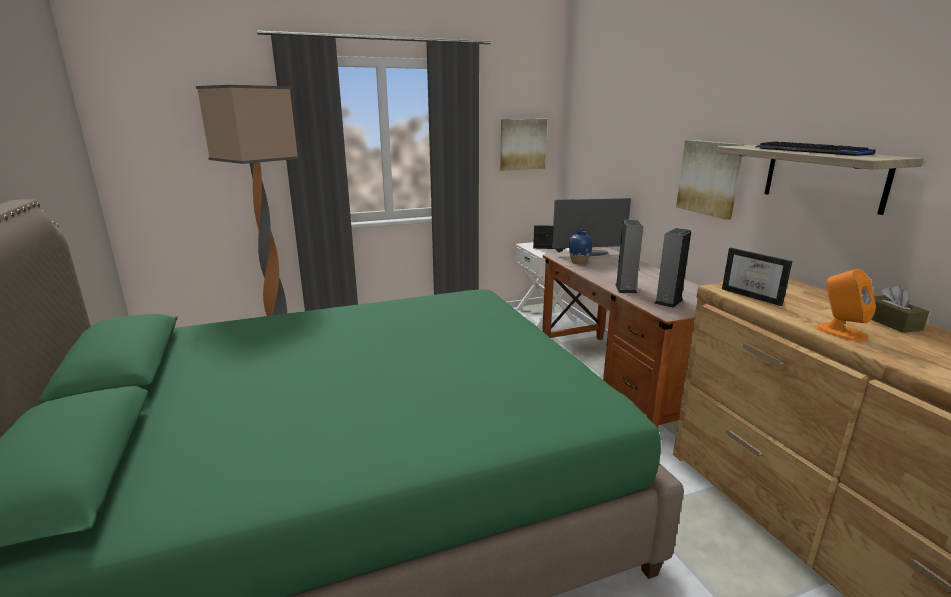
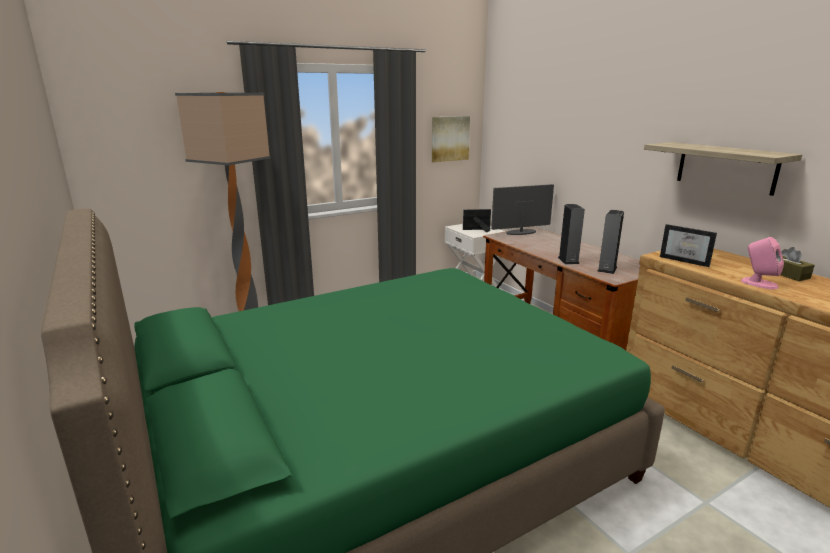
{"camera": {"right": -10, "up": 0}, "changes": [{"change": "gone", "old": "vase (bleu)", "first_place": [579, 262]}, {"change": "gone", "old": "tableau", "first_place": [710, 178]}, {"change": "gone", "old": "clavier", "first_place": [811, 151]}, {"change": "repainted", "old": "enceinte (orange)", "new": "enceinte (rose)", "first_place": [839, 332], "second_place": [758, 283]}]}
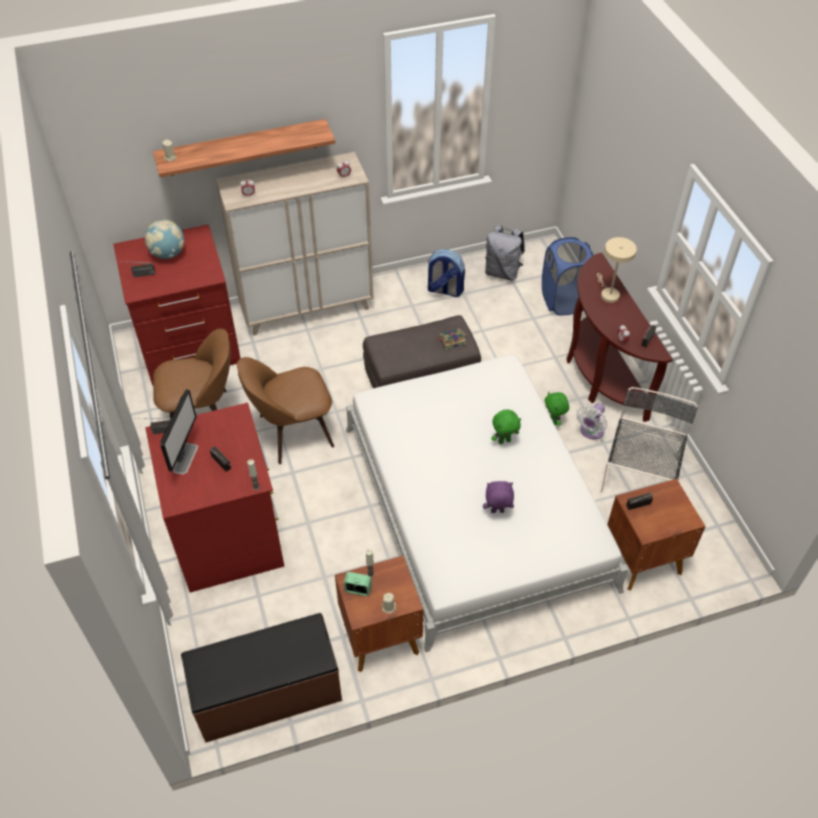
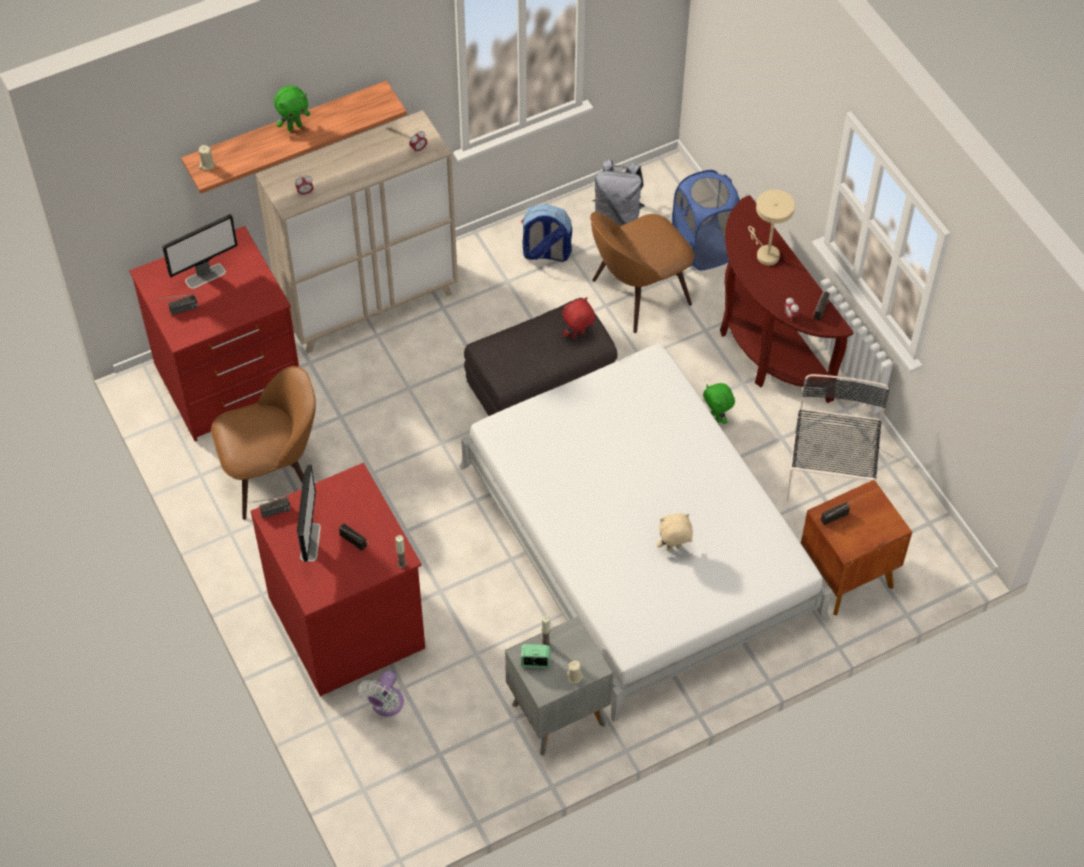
{"camera": {"right": -10, "up": 5}, "changes": [{"change": "gone", "old": "banc (marron)", "first_place": [268, 694]}, {"change": "shifted", "old": "chaise (marron)", "first_place": [292, 432], "second_place": [637, 294]}, {"change": "shifted", "old": "peluche (vert)", "first_place": [504, 440], "second_place": [294, 126]}, {"change": "shifted", "old": "ventilateur (blanc)", "first_place": [591, 432], "second_place": [385, 705]}, {"change": "swapped", "old": "globe", "new": "écran d'ordinateur", "first_place": [168, 254], "second_place": [206, 276]}, {"change": "swapped", "old": "livre", "new": "peluche (rouge)", "first_place": [451, 340], "second_place": [578, 335]}, {"change": "repainted", "old": "table de chevet (marron)", "new": "table de chevet (gris)", "first_place": [379, 637], "second_place": [557, 713]}, {"change": "repainted", "old": "peluche (violet)", "new": "peluche (beige)", "first_place": [497, 512], "second_place": [673, 548]}]}
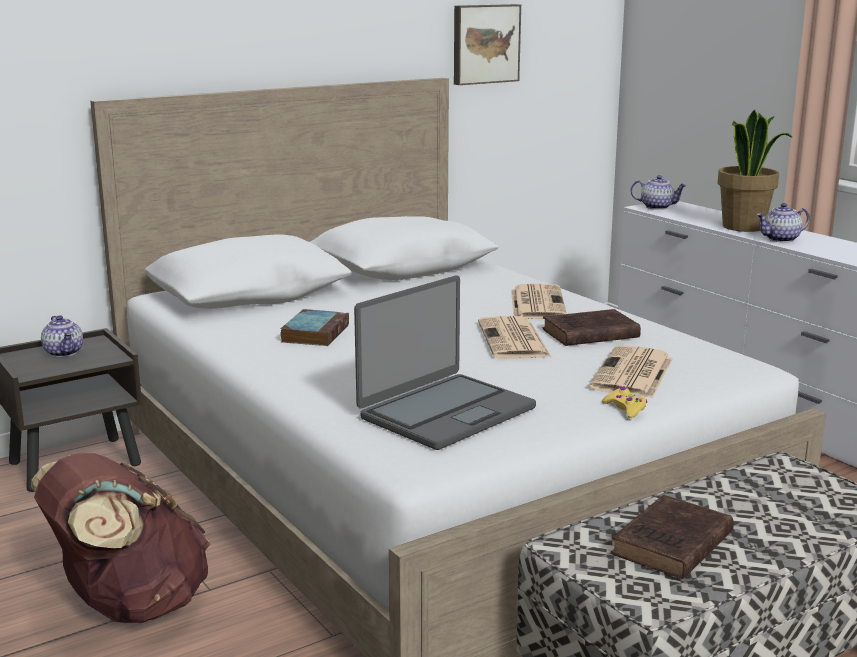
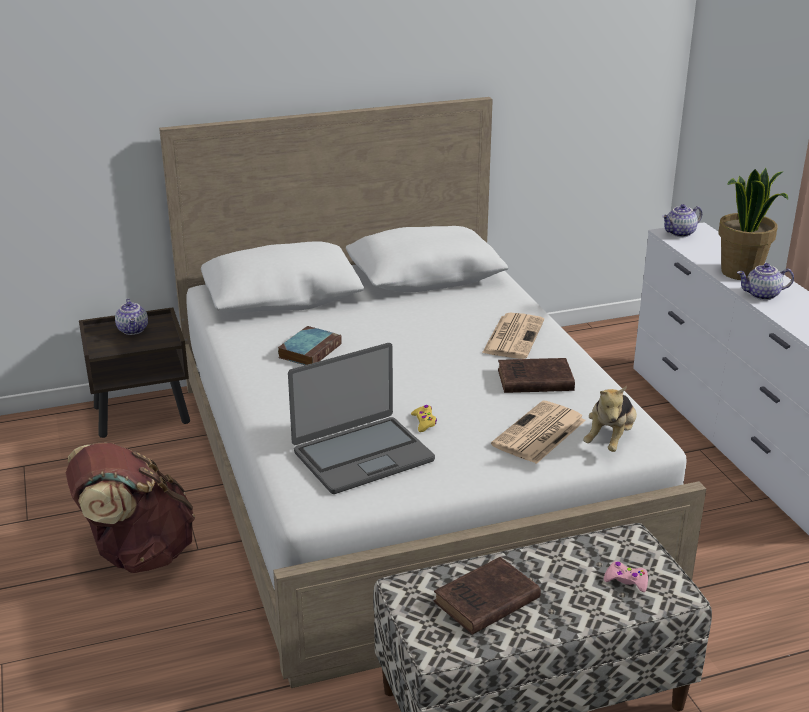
{"camera": {"right": 15, "up": 10}, "changes": [{"change": "gone", "old": "tableau", "first_place": [484, 44]}, {"change": "gone", "old": "journal", "first_place": [514, 340]}, {"change": "new", "new": "peluche", "second_place": [610, 439]}, {"change": "new", "new": "manette (rose)", "second_place": [626, 581]}, {"change": "shifted", "old": "manette (jaune)", "first_place": [625, 408], "second_place": [424, 422]}, {"change": "rotated", "old": "théière", "first_place": [657, 207], "second_place": [680, 233], "degrees": 120}]}
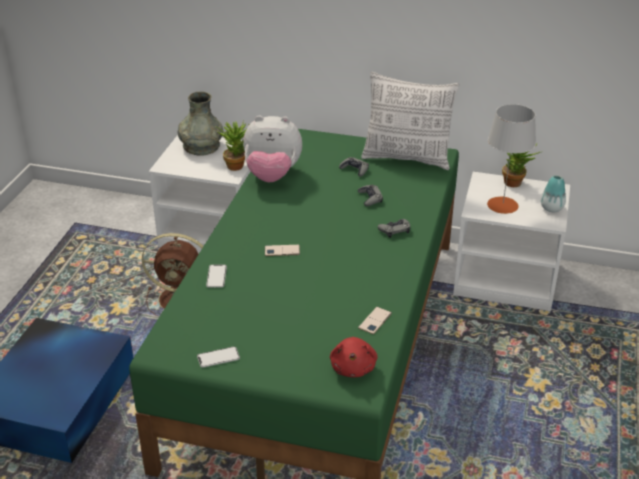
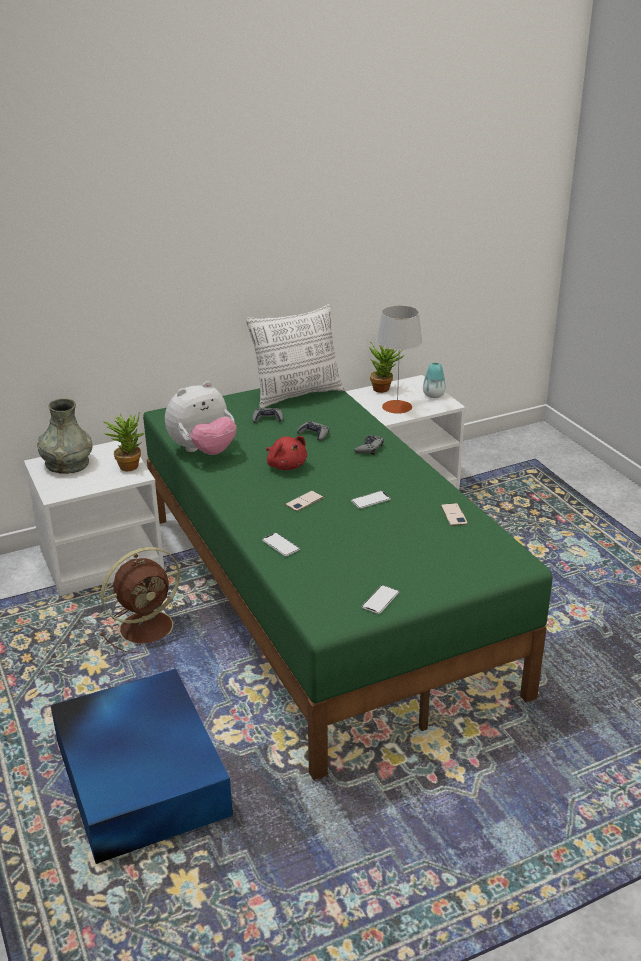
{"camera": {"right": -40, "up": -5}, "changes": [{"change": "new", "new": "téléphone", "second_place": [370, 500]}, {"change": "shifted", "old": "peluche (rouge)", "first_place": [353, 367], "second_place": [286, 465]}]}
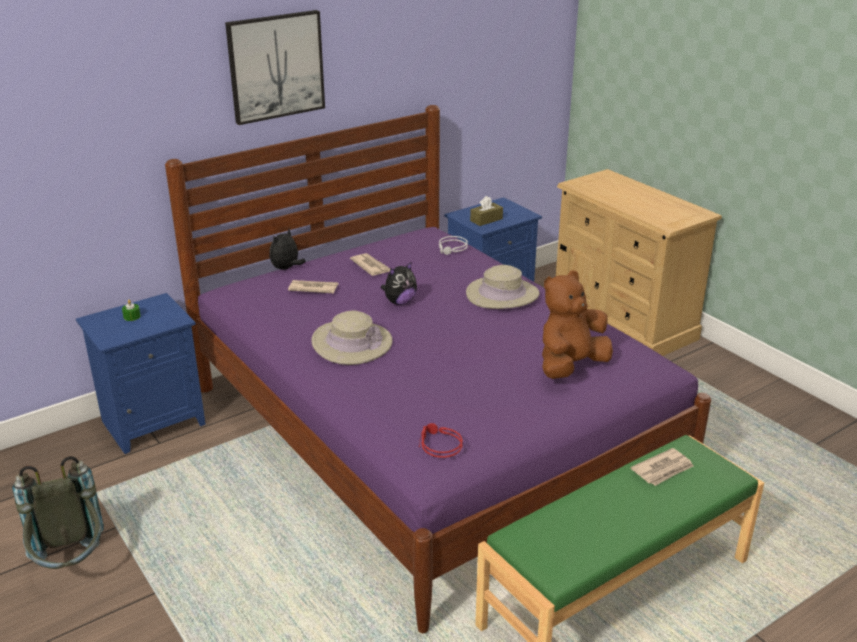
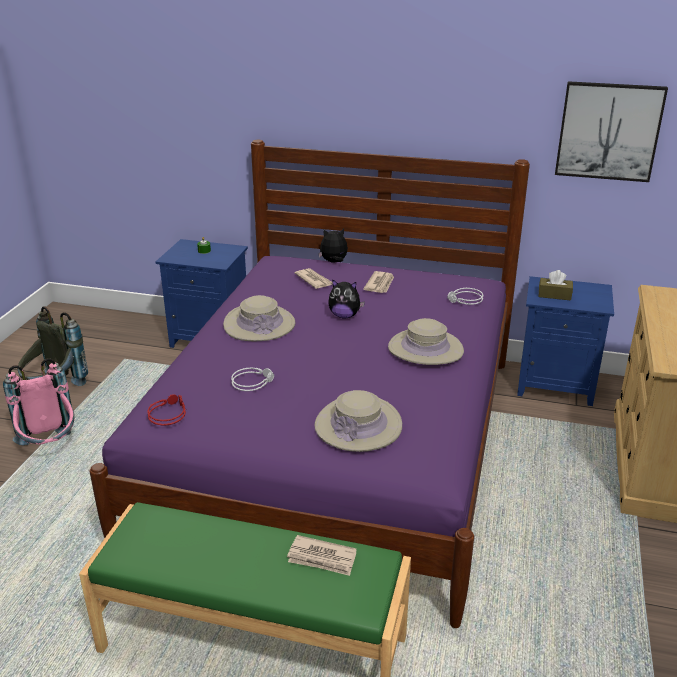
{"camera": {"right": 50, "up": 0}, "changes": [{"change": "new", "new": "sac à dos (rose)", "second_place": [50, 449]}, {"change": "new", "new": "casque audio (gris)", "second_place": [252, 382]}, {"change": "shifted", "old": "tableau", "first_place": [276, 66], "second_place": [608, 131]}, {"change": "swapped", "old": "peluche (marron)", "new": "chapeau (beige)", "first_place": [570, 366], "second_place": [358, 425]}]}
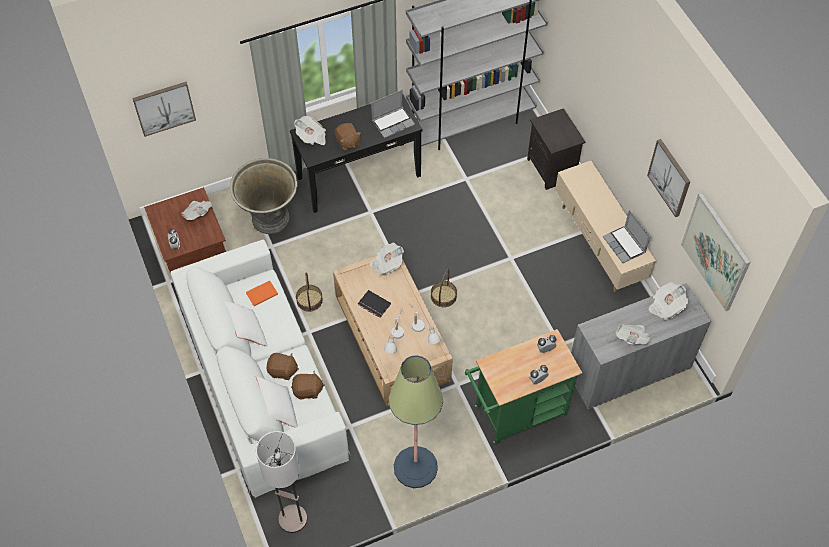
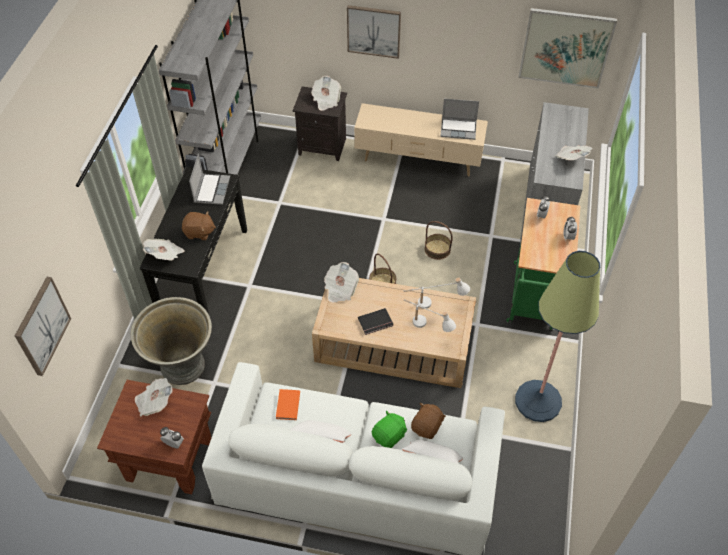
{"camera": {"right": -55, "up": -5}, "changes": [{"change": "gone", "old": "lampadaire", "first_place": [292, 519]}, {"change": "shifted", "old": "panier", "first_place": [309, 300], "second_place": [437, 249]}, {"change": "shifted", "old": "tableau", "first_place": [669, 177], "second_place": [374, 31]}, {"change": "shifted", "old": "journal", "first_place": [666, 306], "second_place": [326, 100]}, {"change": "repainted", "old": "peluche (marron)", "new": "peluche (vert)", "first_place": [282, 371], "second_place": [389, 436]}]}
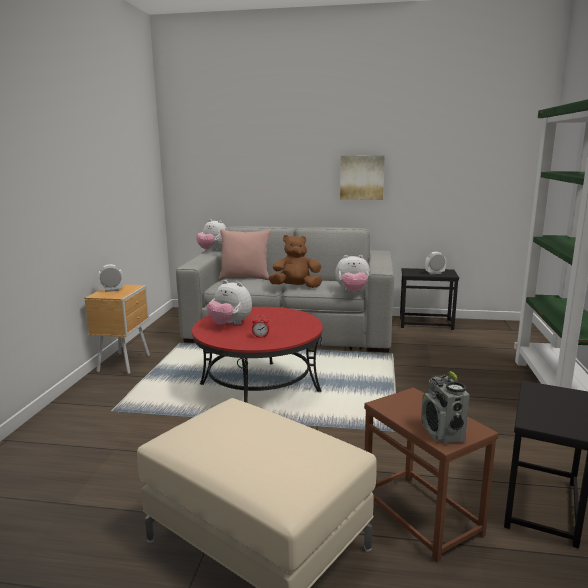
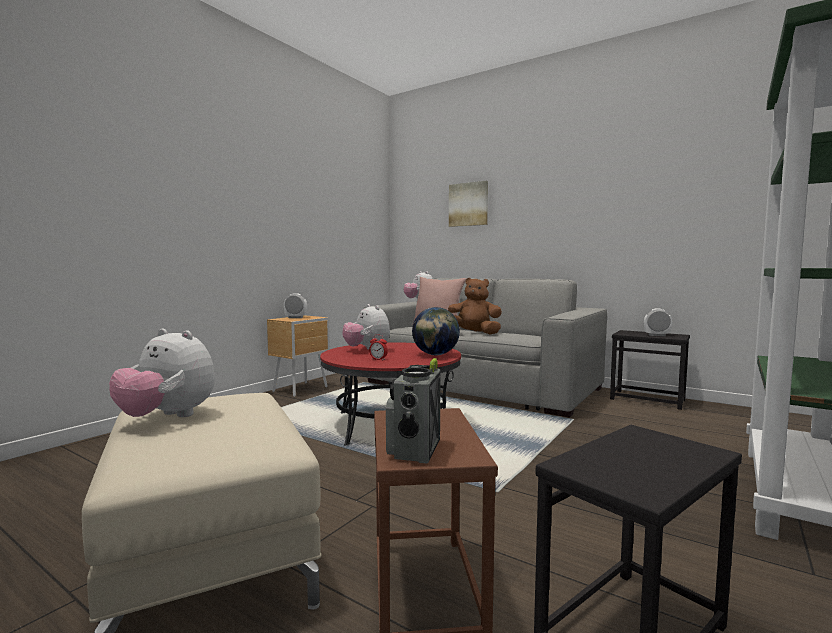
{"camera": {"right": 25, "up": -10}, "changes": [{"change": "new", "new": "globe", "second_place": [435, 355]}, {"change": "shifted", "old": "peluche", "first_place": [352, 291], "second_place": [167, 417]}, {"change": "shifted", "old": "tableau", "first_place": [362, 177], "second_place": [468, 204]}]}
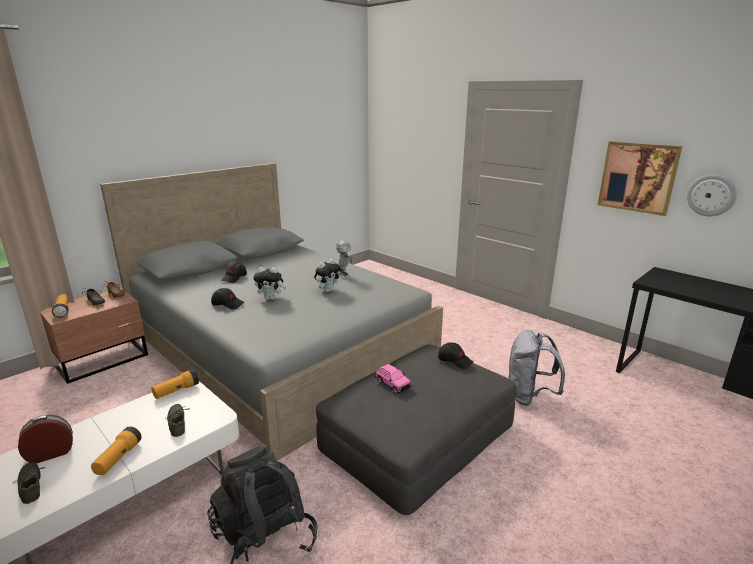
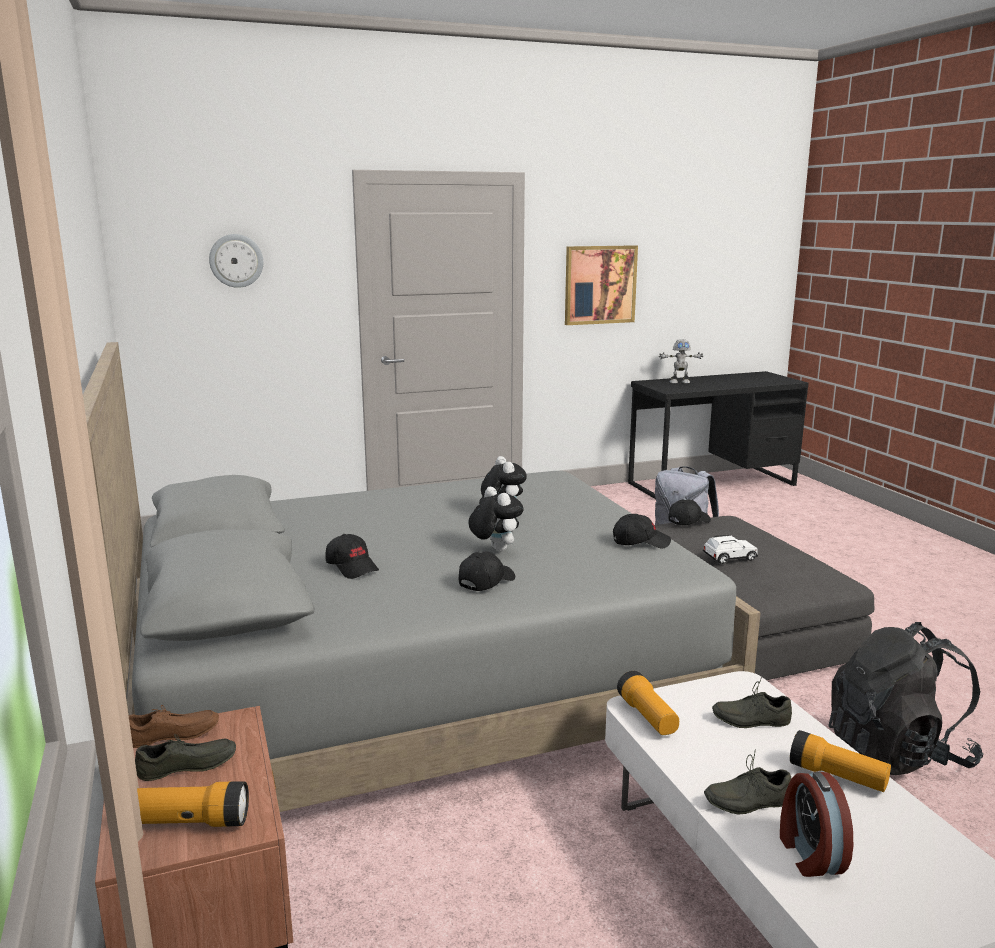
{"camera": {"right": -65, "up": -5}, "changes": [{"change": "new", "new": "casquette (noir)", "second_place": [640, 542]}, {"change": "shifted", "old": "chaussure (gris)", "first_place": [33, 485], "second_place": [746, 799]}, {"change": "shifted", "old": "robot jouet", "first_place": [344, 276], "second_place": [679, 382]}, {"change": "shifted", "old": "horloge murale", "first_place": [711, 195], "second_place": [236, 260]}, {"change": "repainted", "old": "petite voiture (rose)", "new": "petite voiture (blanc)", "first_place": [393, 384], "second_place": [729, 558]}, {"change": "rotated", "old": "peluche", "first_place": [271, 298], "second_place": [495, 549], "degrees": -60}]}
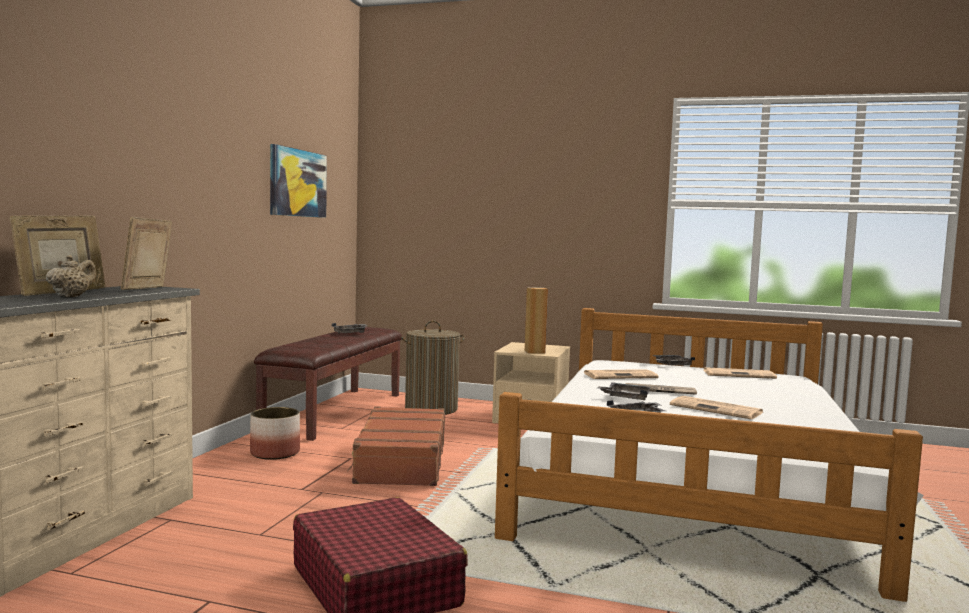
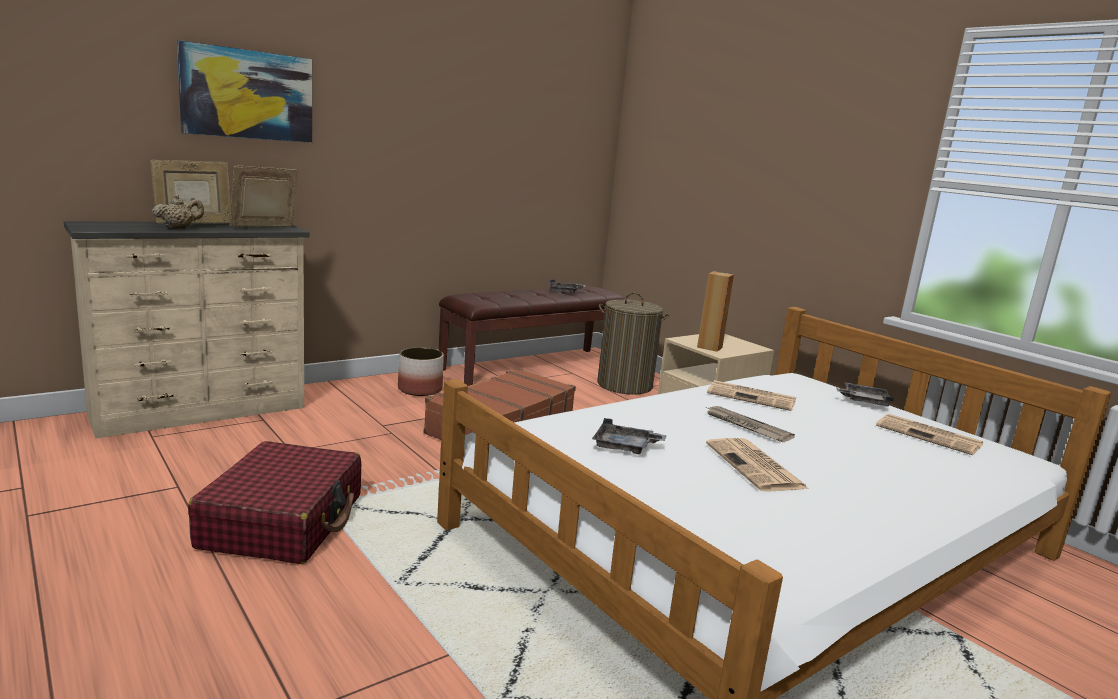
{"camera": {"right": 35, "up": 10}, "changes": [{"change": "gone", "old": "plateau (gris)", "first_place": [625, 397]}, {"change": "shifted", "old": "tableau", "first_place": [297, 183], "second_place": [247, 94]}]}
